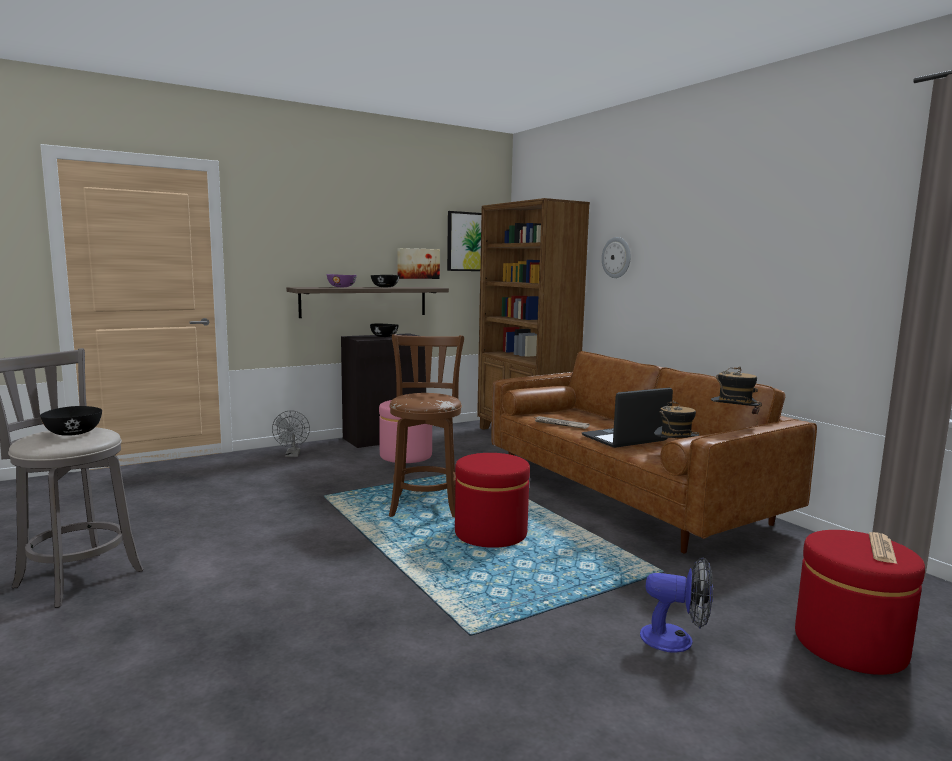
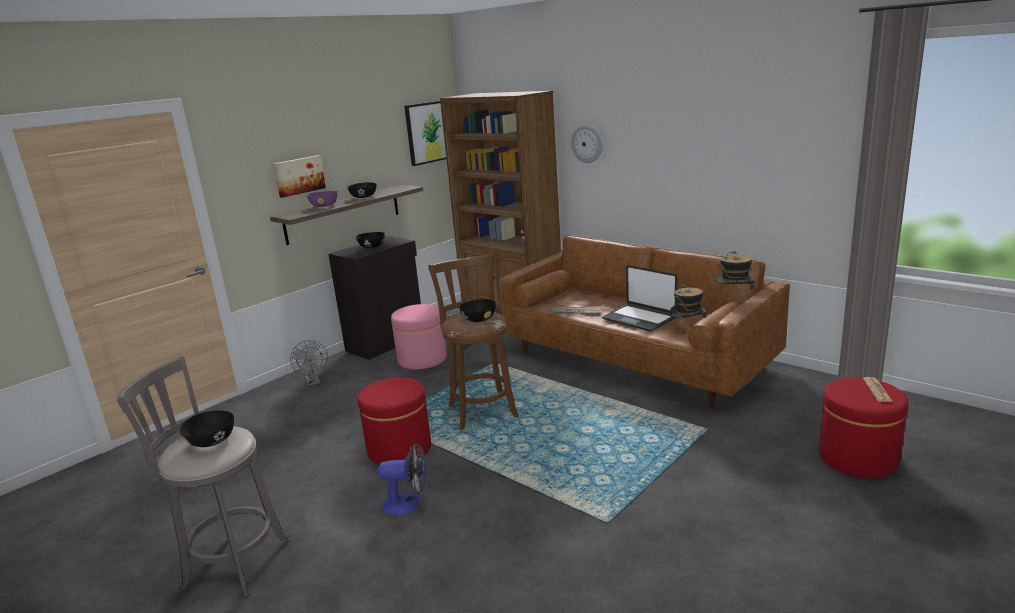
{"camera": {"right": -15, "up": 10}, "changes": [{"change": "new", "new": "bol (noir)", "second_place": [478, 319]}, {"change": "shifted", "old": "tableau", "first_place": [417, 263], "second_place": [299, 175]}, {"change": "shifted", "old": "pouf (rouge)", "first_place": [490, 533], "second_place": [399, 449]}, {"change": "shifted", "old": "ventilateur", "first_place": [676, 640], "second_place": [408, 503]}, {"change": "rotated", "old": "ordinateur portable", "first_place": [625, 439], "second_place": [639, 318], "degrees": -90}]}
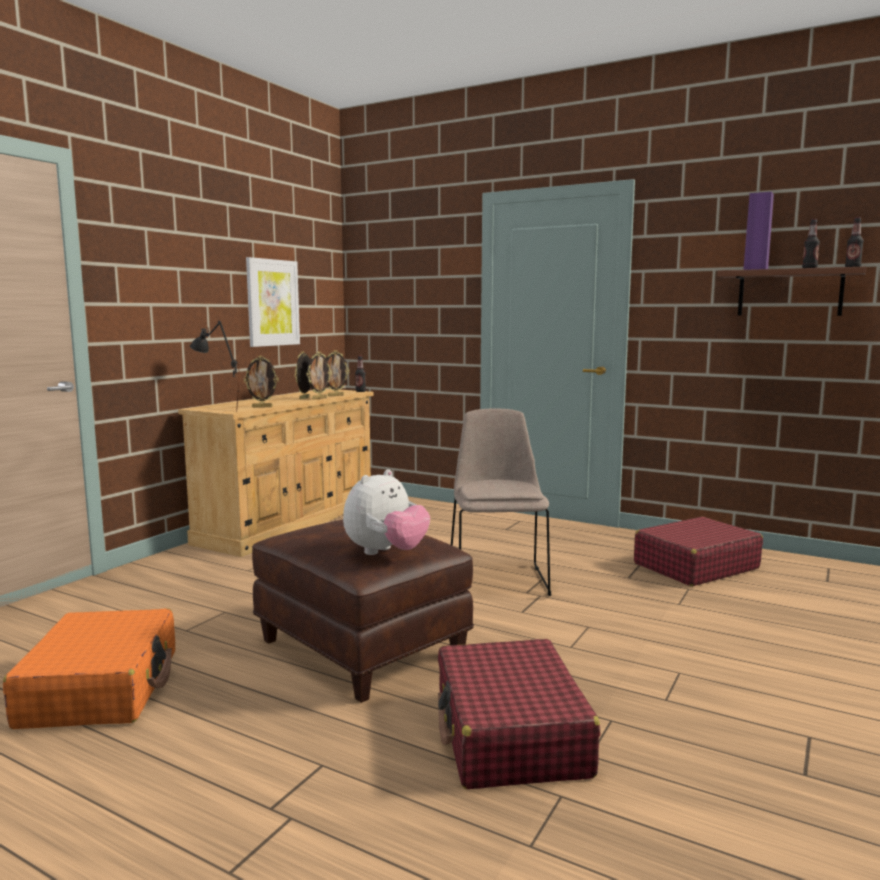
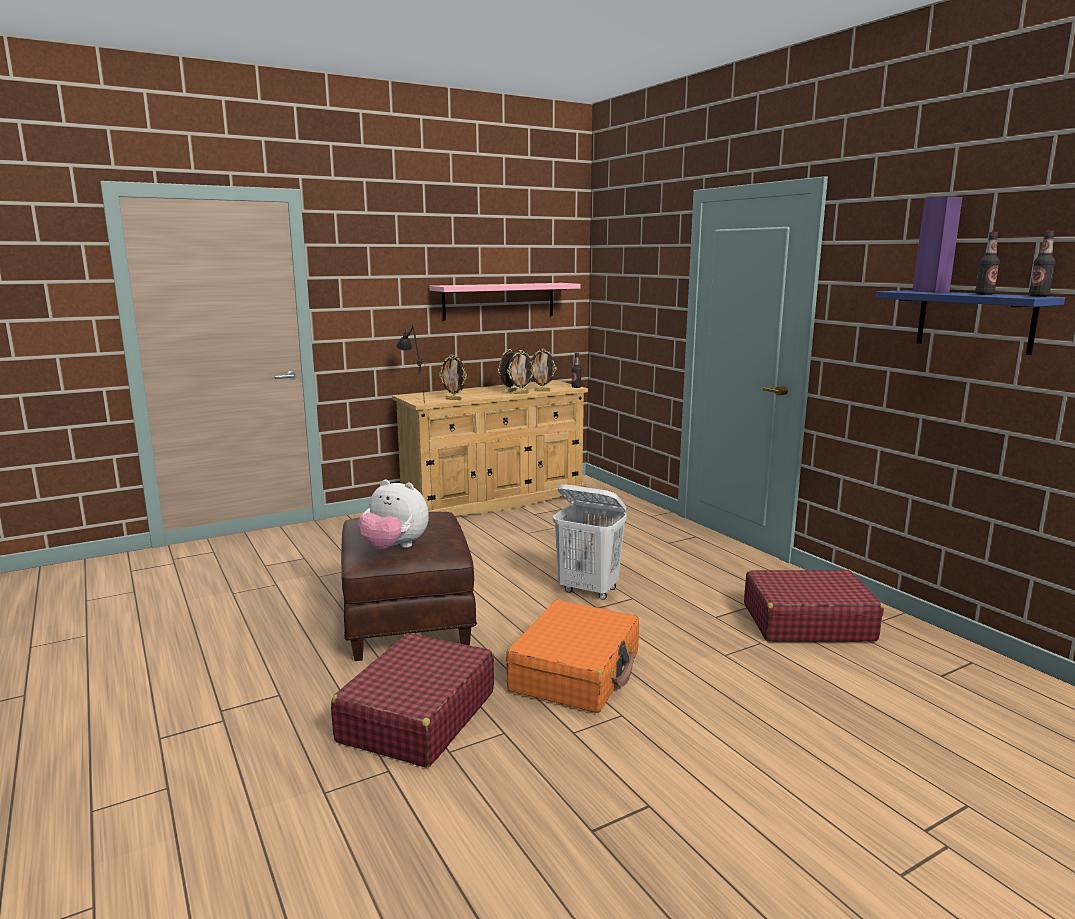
{"camera": {"right": 30, "up": 5}, "changes": [{"change": "shifted", "old": "valise (orange)", "first_place": [101, 688], "second_place": [576, 672]}, {"change": "swapped", "old": "tableau", "new": "étagère (rose)", "first_place": [272, 302], "second_place": [499, 301]}, {"change": "swapped", "old": "chaise (beige)", "new": "panier à linge (blanc)", "first_place": [497, 580], "second_place": [589, 590]}, {"change": "repainted", "old": "étagère (marron)", "new": "étagère (bleu)", "first_place": [789, 293], "second_place": [975, 321]}, {"change": "rotated", "old": "peluche", "first_place": [386, 553], "second_place": [394, 548], "degrees": 45}]}
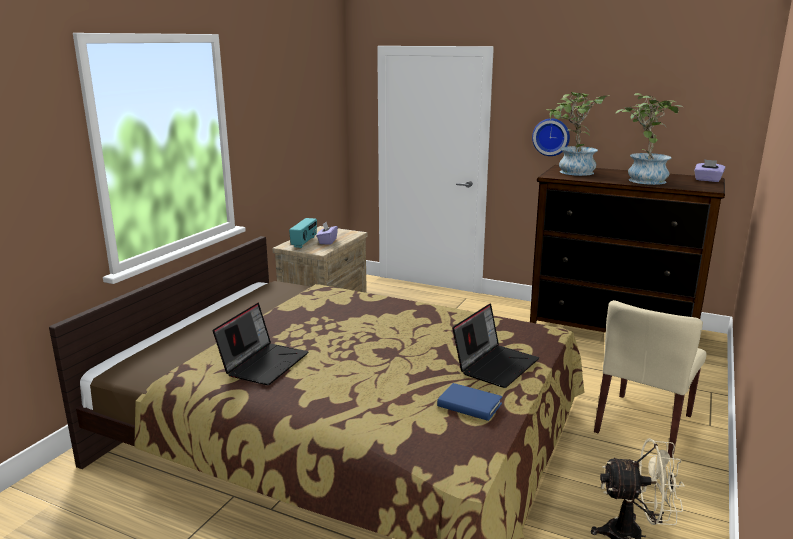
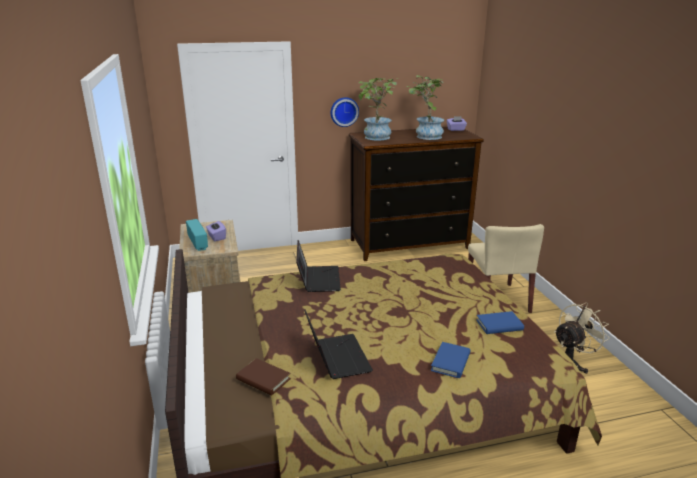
{"camera": {"right": -40, "up": 5}, "changes": [{"change": "new", "new": "livre (marron)", "second_place": [263, 379]}, {"change": "new", "new": "livre (bleu)", "second_place": [450, 362]}, {"change": "shifted", "old": "ordinateur portable", "first_place": [495, 365], "second_place": [318, 279]}]}
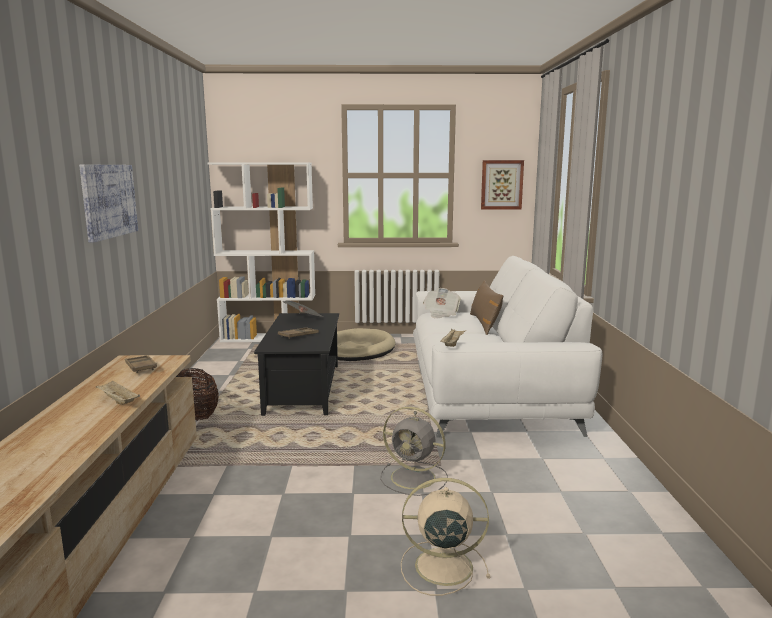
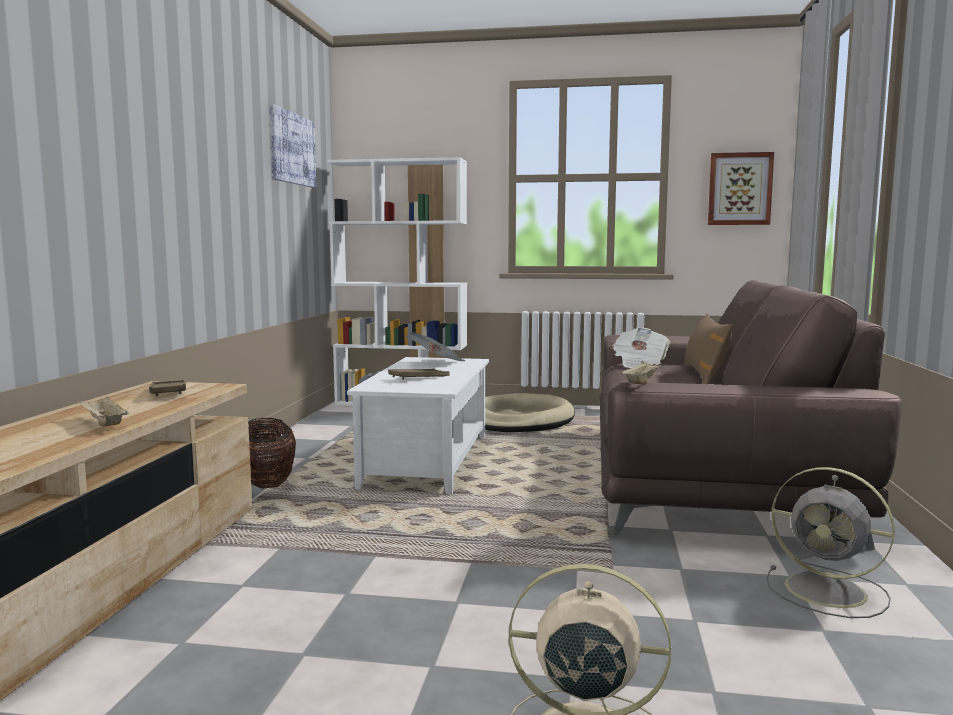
{"camera": {"right": 10, "up": -5}, "changes": [{"change": "shifted", "old": "tableau", "first_place": [108, 201], "second_place": [291, 149]}, {"change": "shifted", "old": "ventilateur (gris)", "first_place": [415, 478], "second_place": [829, 591]}, {"change": "repainted", "old": "table basse (noir)", "new": "table basse (blanc)", "first_place": [304, 389], "second_place": [429, 461]}, {"change": "repainted", "old": "canapé (blanc)", "new": "canapé (marron)", "first_place": [487, 388], "second_place": [707, 475]}]}
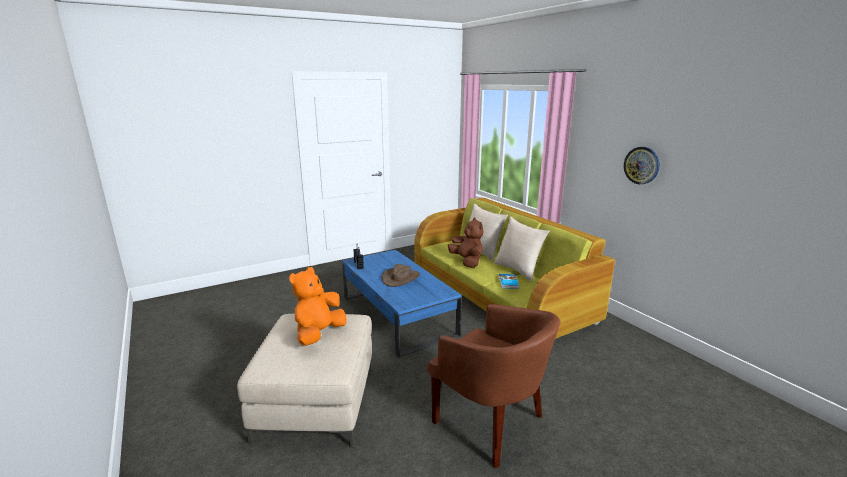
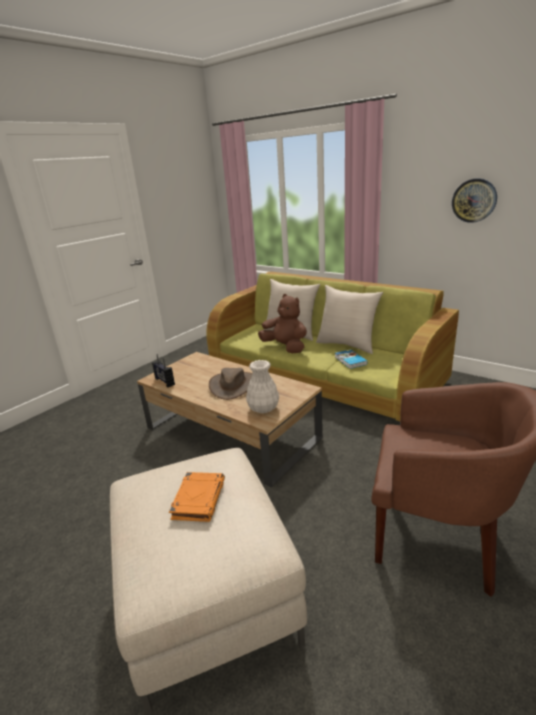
{"camera": {"right": -20, "up": 5}, "changes": [{"change": "new", "new": "vase (blanc)", "second_place": [263, 408]}, {"change": "swapped", "old": "peluche (orange)", "new": "livre (orange)", "first_place": [319, 334], "second_place": [198, 499]}, {"change": "repainted", "old": "table basse (bleu)", "new": "table basse (marron)", "first_place": [397, 316], "second_place": [232, 433]}]}
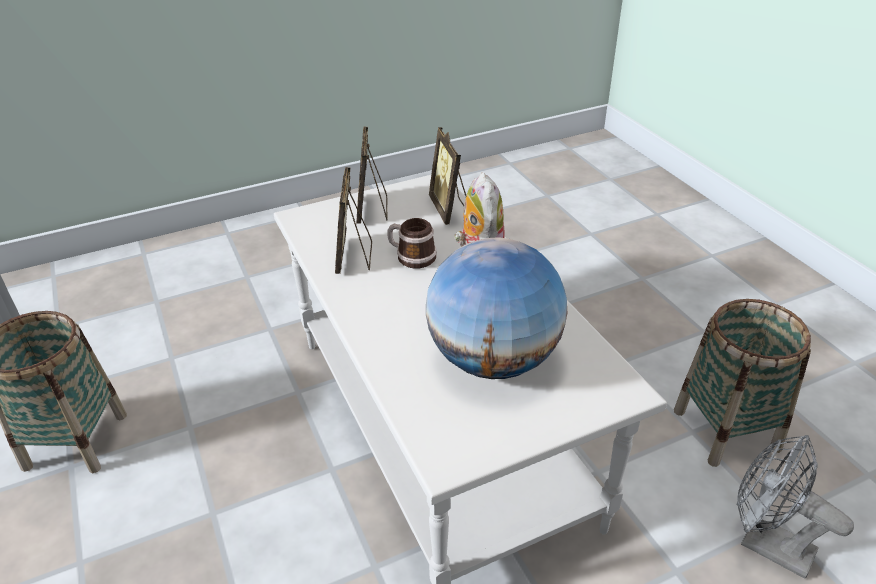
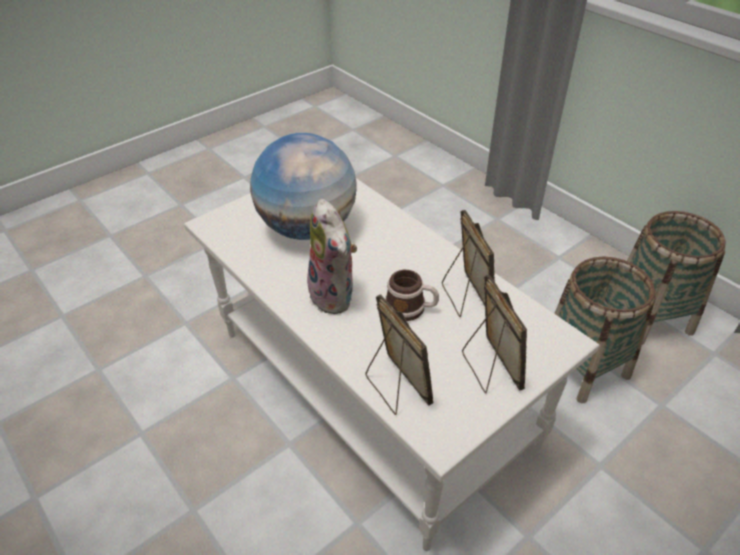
{"camera": {"right": 165, "up": 5}, "changes": [{"change": "gone", "old": "ventilateur (gris)", "first_place": [765, 543]}, {"change": "shifted", "old": "panier", "first_place": [726, 430], "second_place": [583, 367]}]}
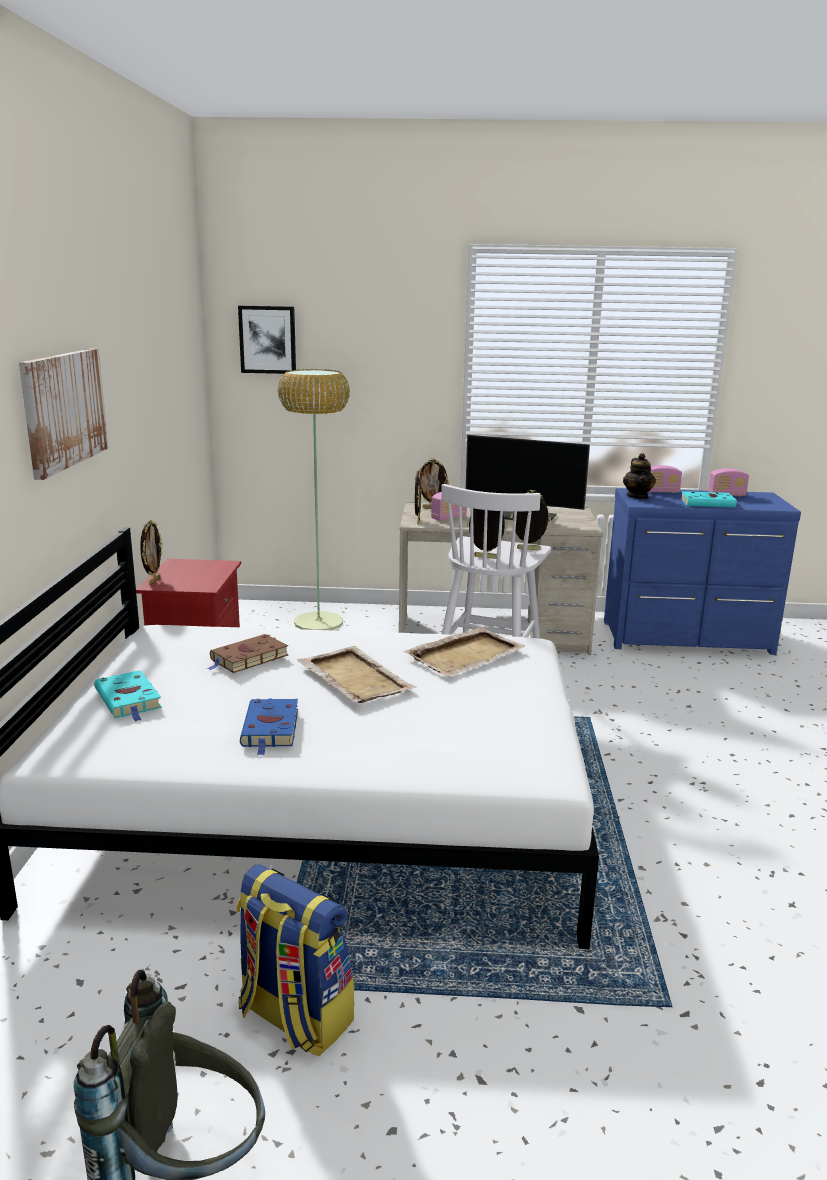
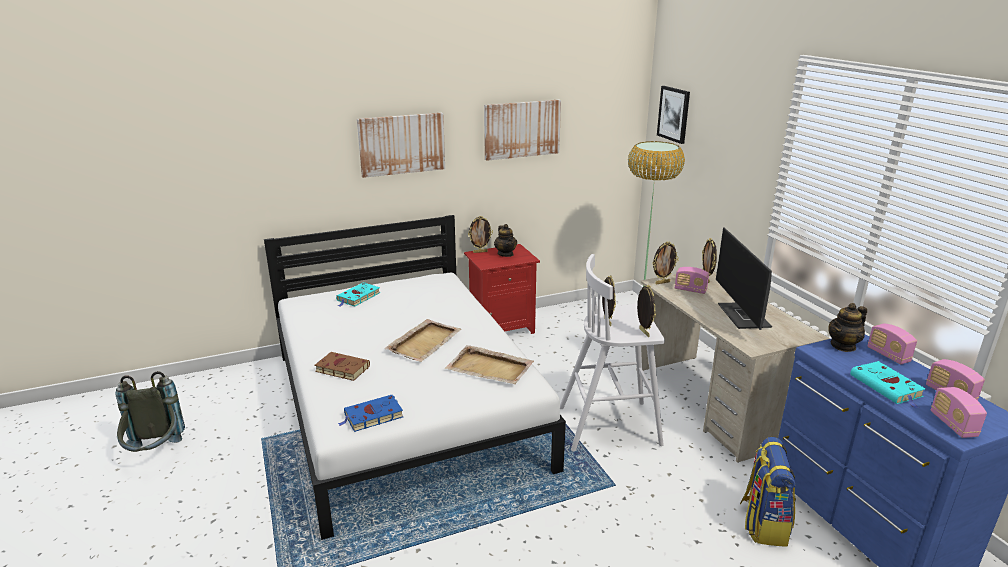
{"camera": {"right": 65, "up": 5}, "changes": [{"change": "new", "new": "tableau", "second_place": [522, 129]}, {"change": "new", "new": "théière", "second_place": [505, 254]}, {"change": "new", "new": "radio", "second_place": [953, 425]}, {"change": "shifted", "old": "livre (marron)", "first_place": [248, 658], "second_place": [341, 369]}, {"change": "shifted", "old": "sac à dos", "first_place": [293, 1017], "second_place": [763, 523]}, {"change": "shifted", "old": "livre (bleu)", "first_place": [271, 729], "second_place": [372, 416]}]}
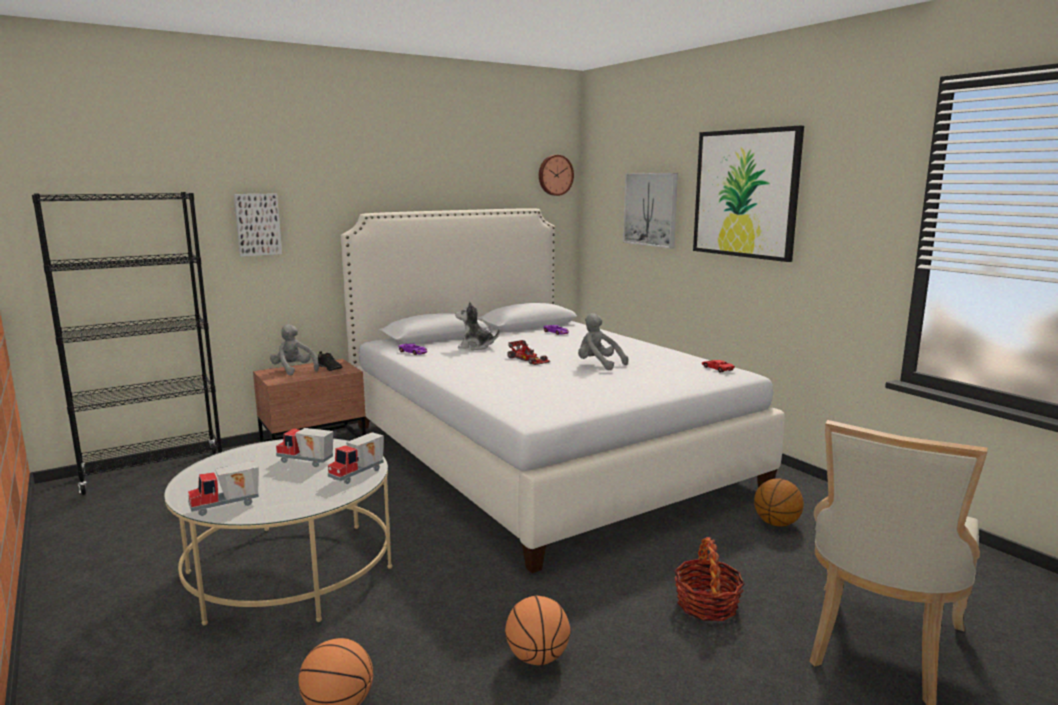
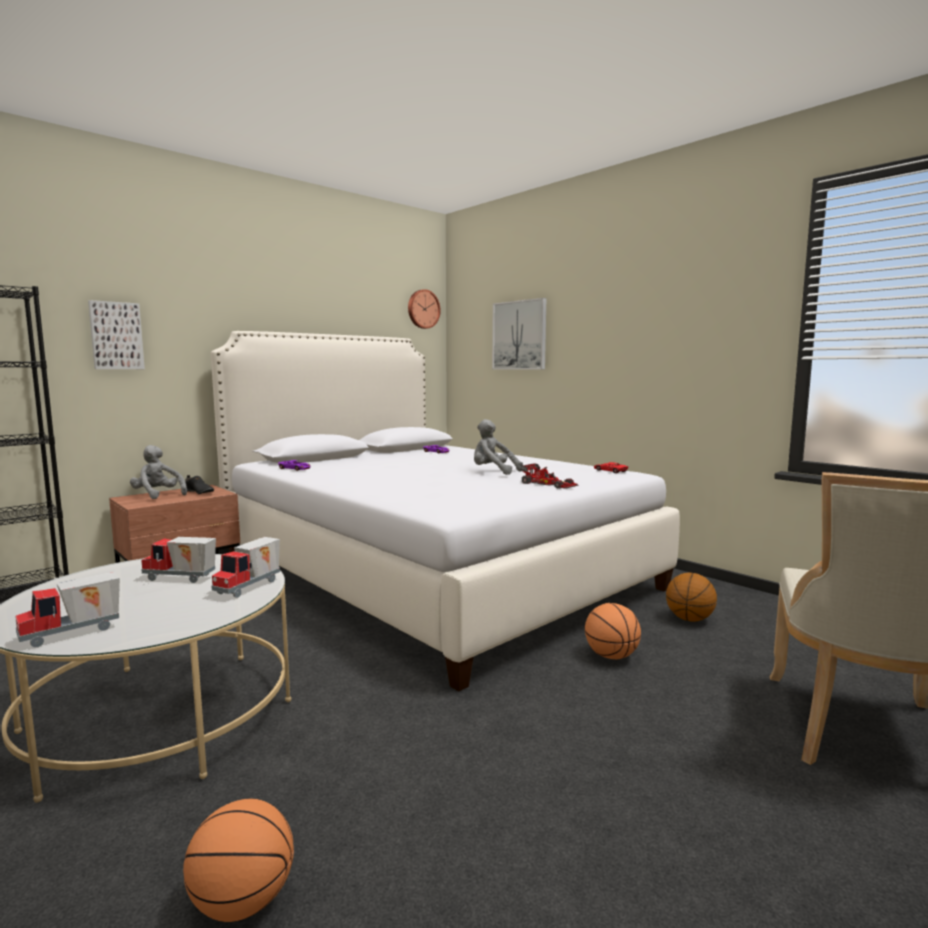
{"camera": {"right": -10, "up": -5}, "changes": [{"change": "gone", "old": "peluche", "first_place": [475, 347]}, {"change": "gone", "old": "panier", "first_place": [706, 605]}, {"change": "gone", "old": "tableau", "first_place": [745, 193]}, {"change": "shifted", "old": "ballon de basket", "first_place": [537, 658], "second_place": [611, 656]}, {"change": "shifted", "old": "petite voiture", "first_place": [528, 359], "second_place": [548, 484]}]}
